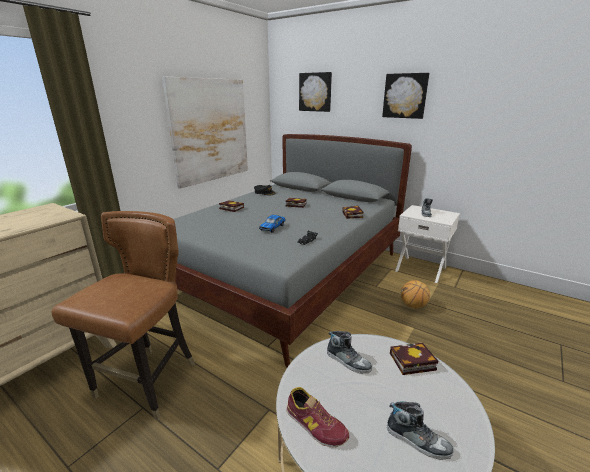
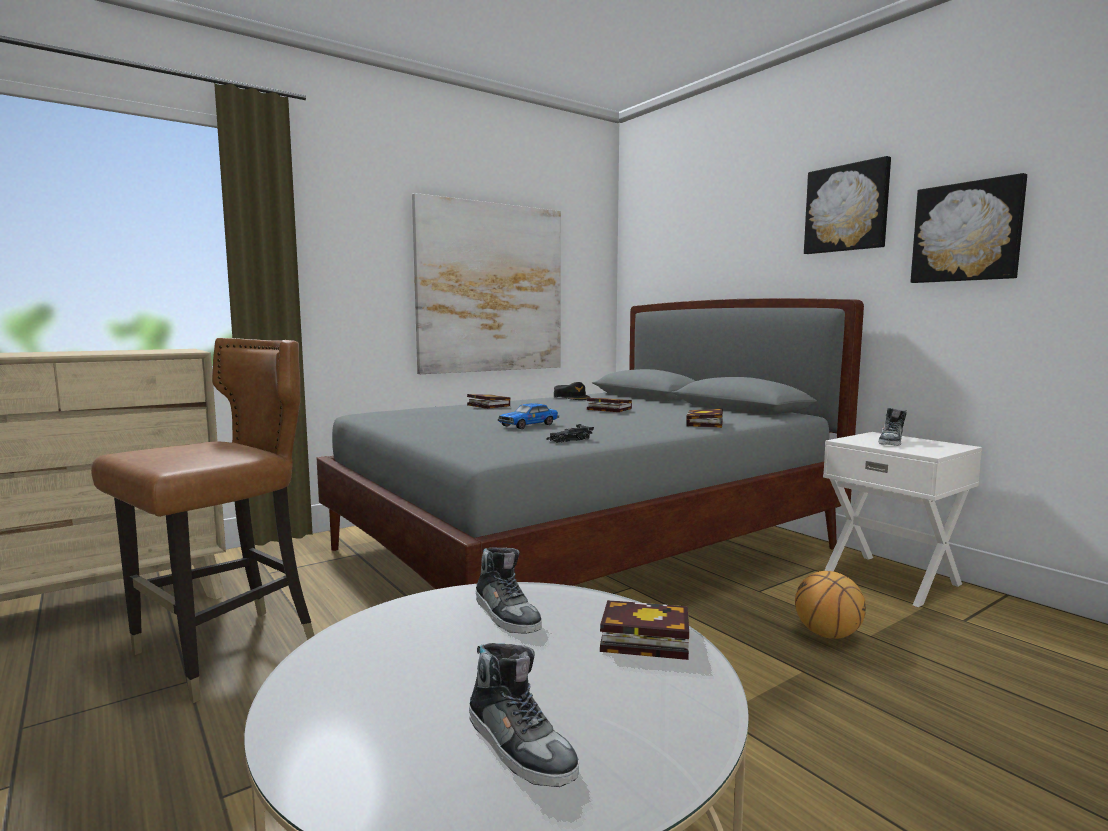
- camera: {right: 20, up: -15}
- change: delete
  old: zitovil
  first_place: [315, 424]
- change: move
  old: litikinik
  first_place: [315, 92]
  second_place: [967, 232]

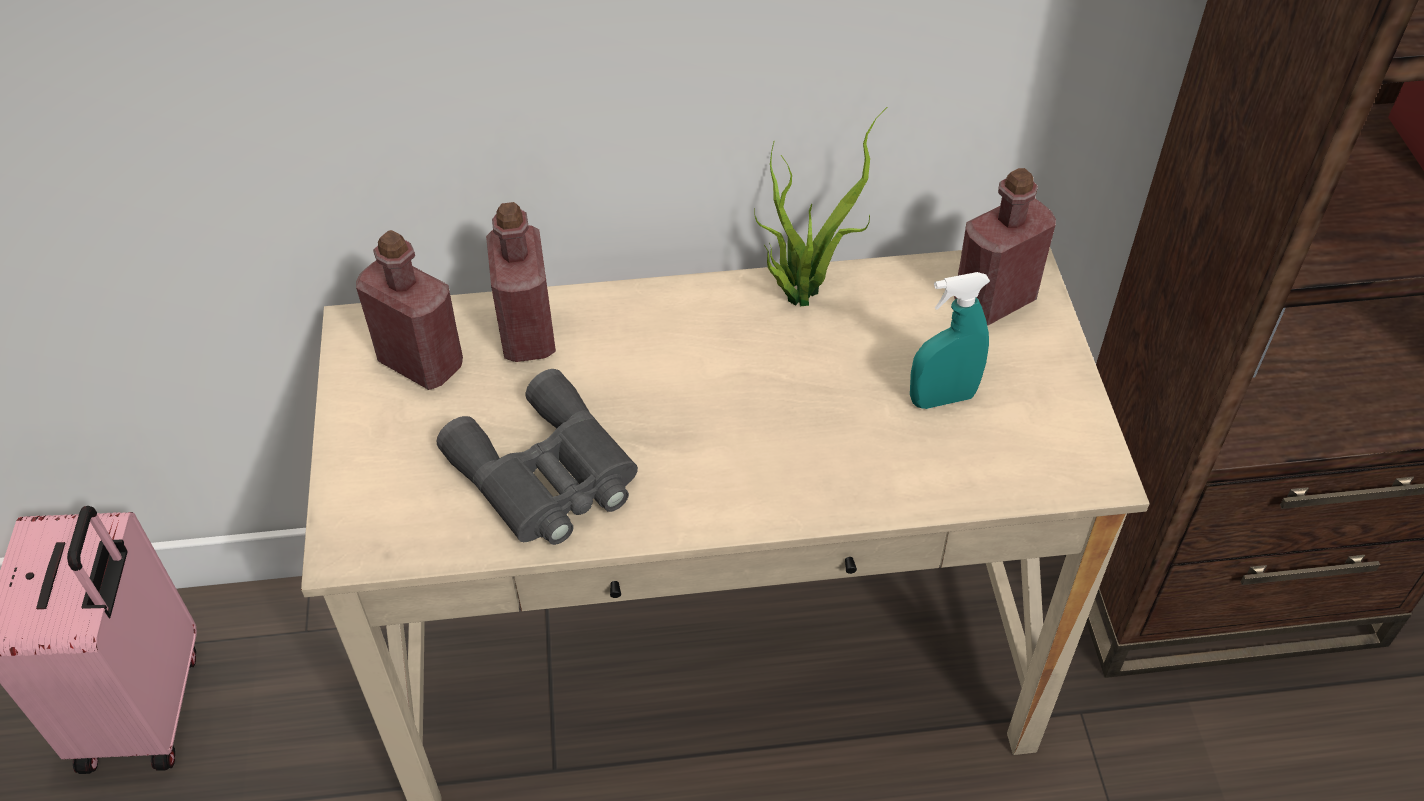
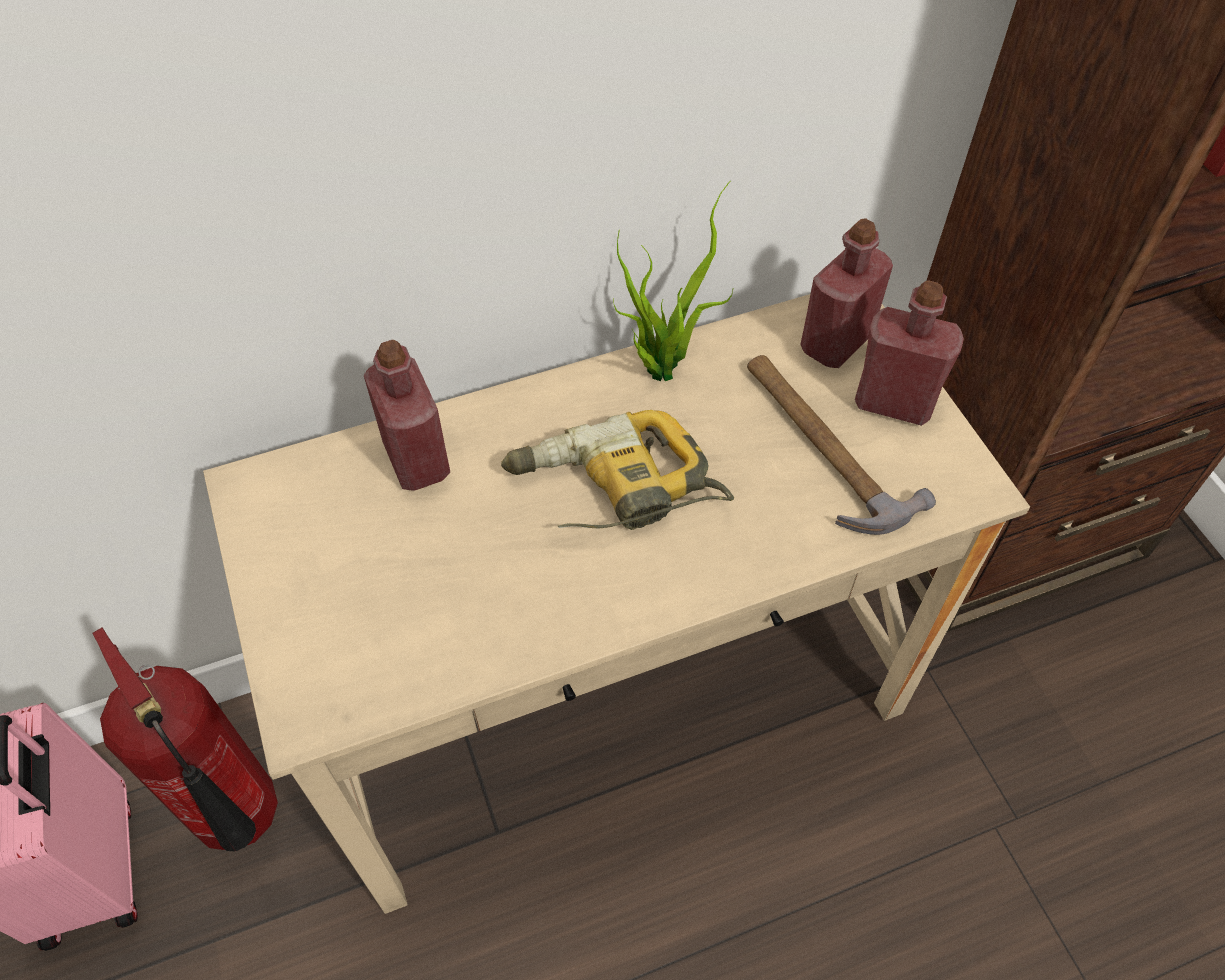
- camera: {right: -15, up: 5}
- change: move
  old: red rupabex
  first_place: [421, 363]
  second_place: [893, 403]
- change: delete
  old: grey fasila
  first_place: [547, 476]
- change: replace
  old: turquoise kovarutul
  new: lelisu
  first_place: [942, 398]
  second_place: [820, 445]
- change: insert
  new: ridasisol
  second_place: [247, 823]
- change: insert
  new: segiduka
  second_place: [614, 490]

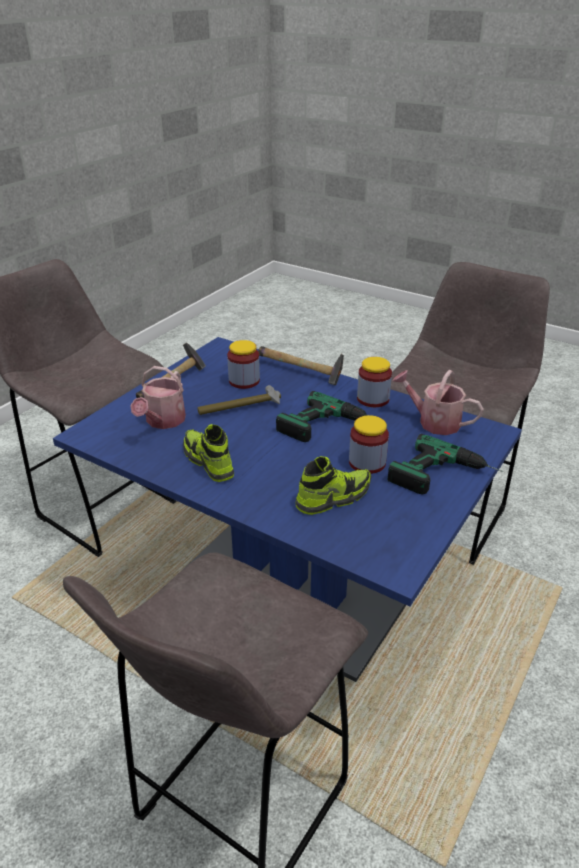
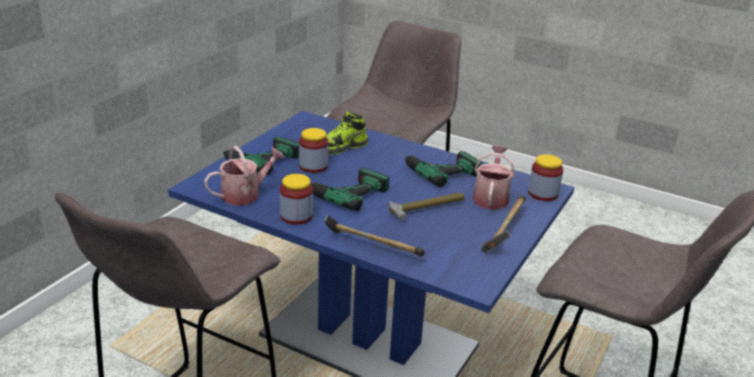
- camera: {right: 175, up: -5}
- change: replace
  old: zitovil
  new: segiduka
  first_place: [208, 462]
  second_place: [437, 168]
- change: move
  old: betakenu
  first_place: [244, 381]
  second_place: [543, 194]
- change: rotate
  old: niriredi
  first_place: [433, 422]
  second_place: [245, 194]
  degrees: -60

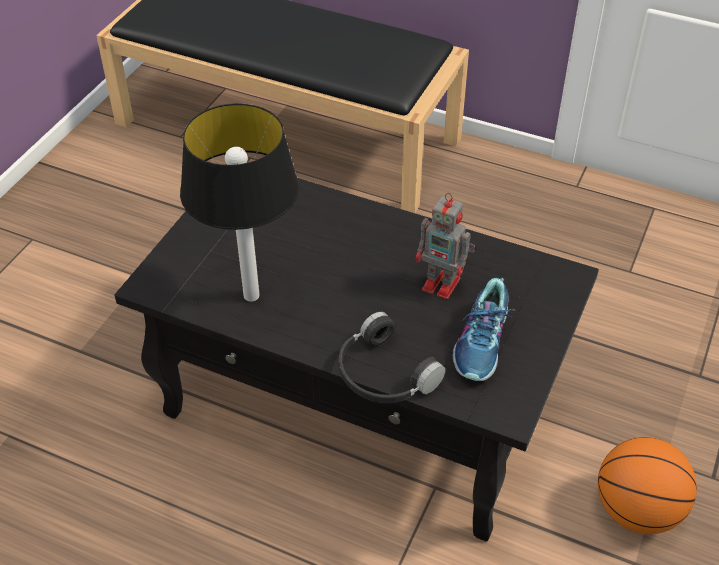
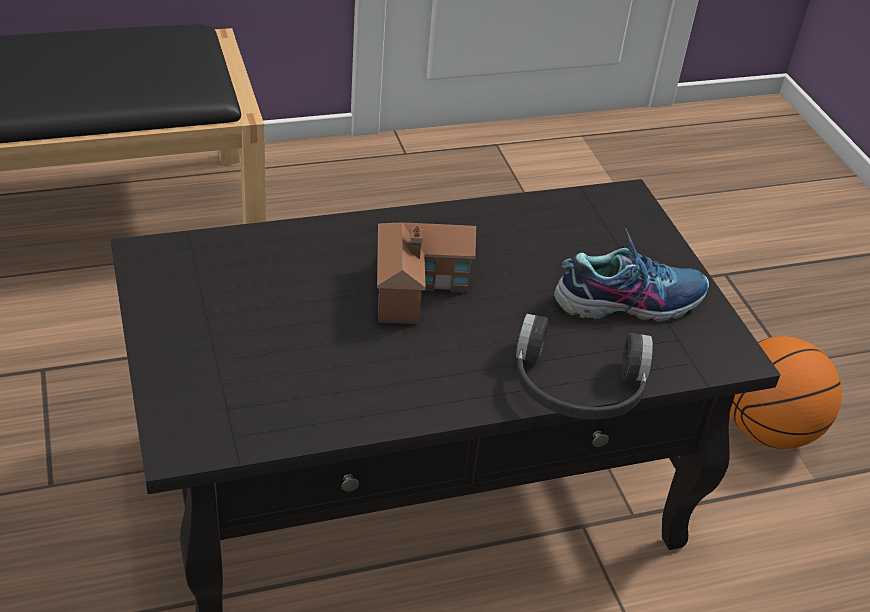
- camera: {right: -45, up: -5}
- change: delete
  old: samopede
  first_place: [250, 296]
- change: delete
  old: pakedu
  first_place: [443, 284]
- change: rotate
  old: zitovil
  first_place: [483, 342]
  second_place: [629, 300]
  degrees: -75
- change: insert
  new: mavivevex
  second_place: [420, 282]

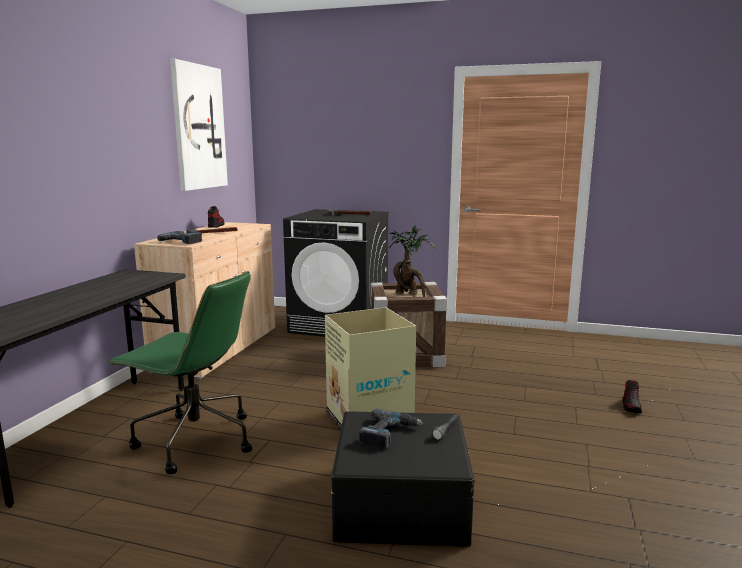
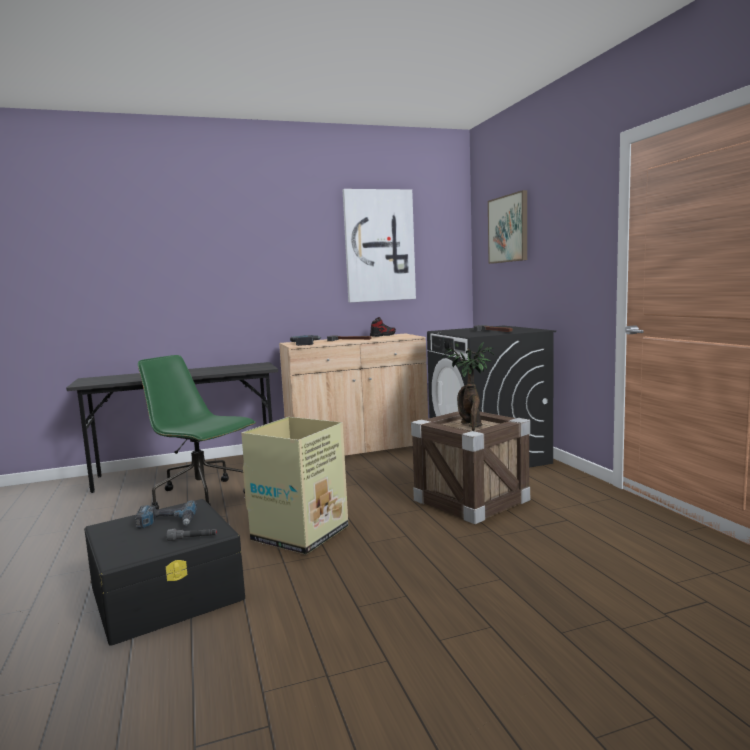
- camera: {right: 55, up: -5}
- change: rotate
  old: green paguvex
  first_place: [194, 441]
  second_place: [203, 497]
  degrees: 135
- change: delete
  old: zitovil
  first_place: [631, 406]
- change: insert
  new: litikinik
  second_place: [508, 229]

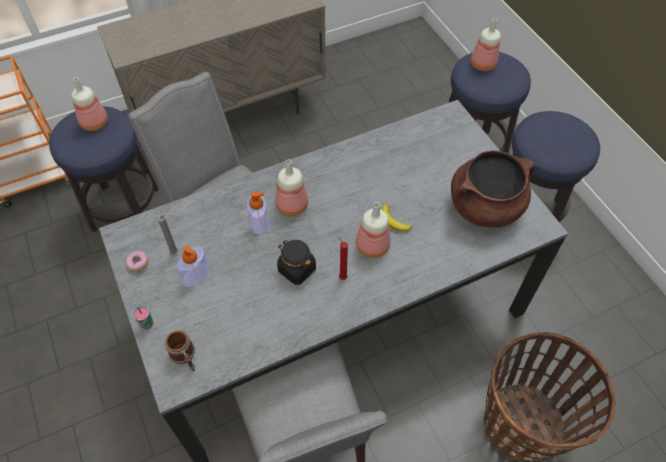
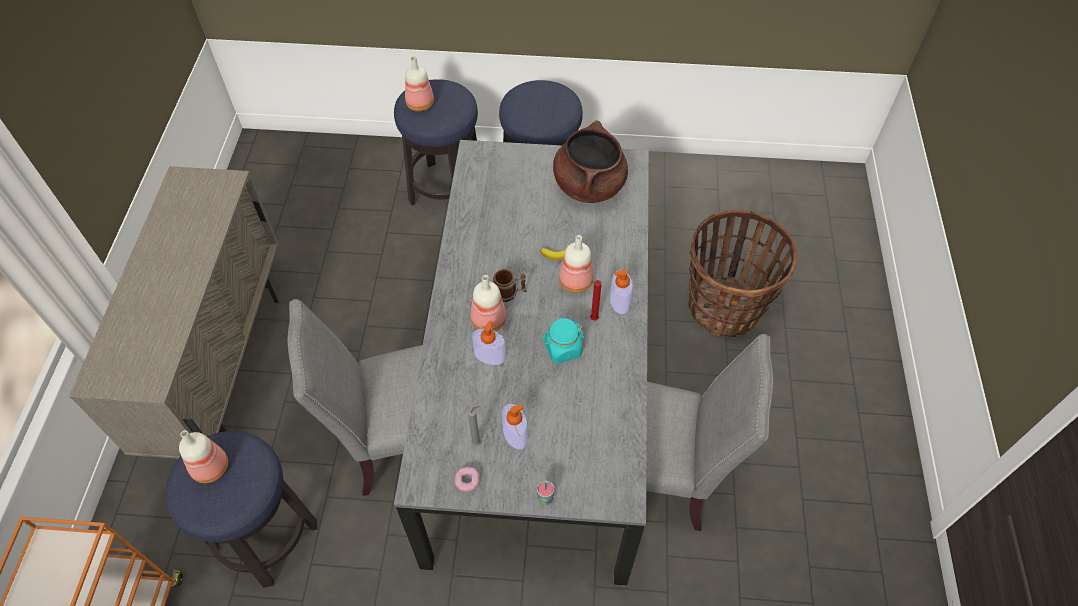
- camera: {right: -60, up: 0}
- change: move
  old: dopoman
  first_place: [185, 357]
  second_place: [509, 293]
- change: recolor
  old: black betakenu
  new: turquoise betakenu
  first_place: [296, 269]
  second_place: [562, 349]
- change: insert
  new: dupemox
  second_place: [619, 301]

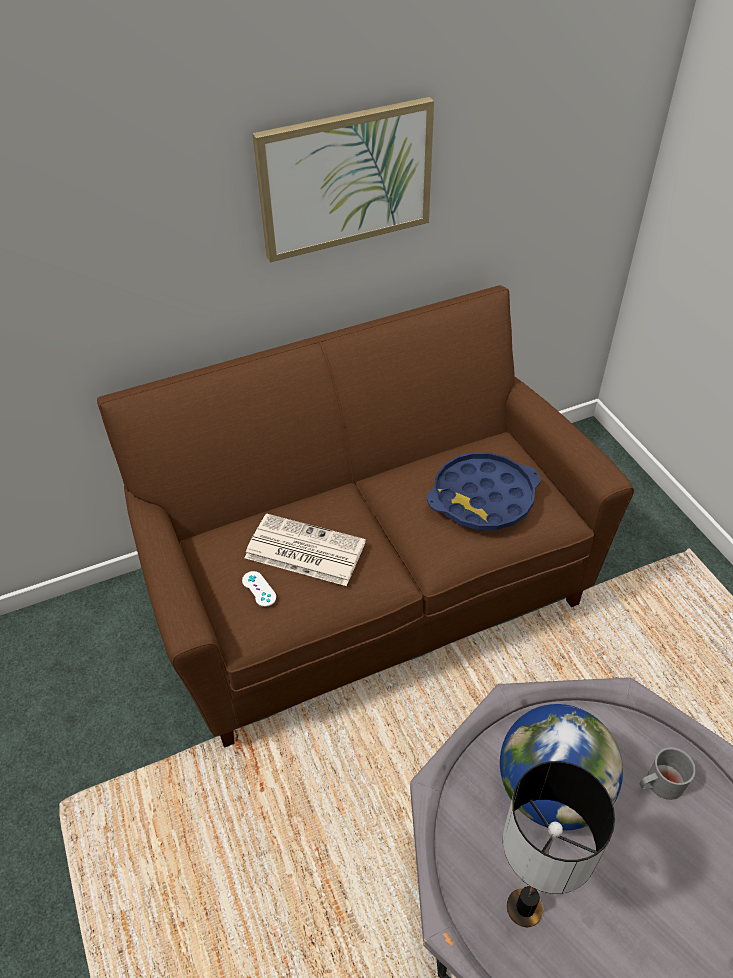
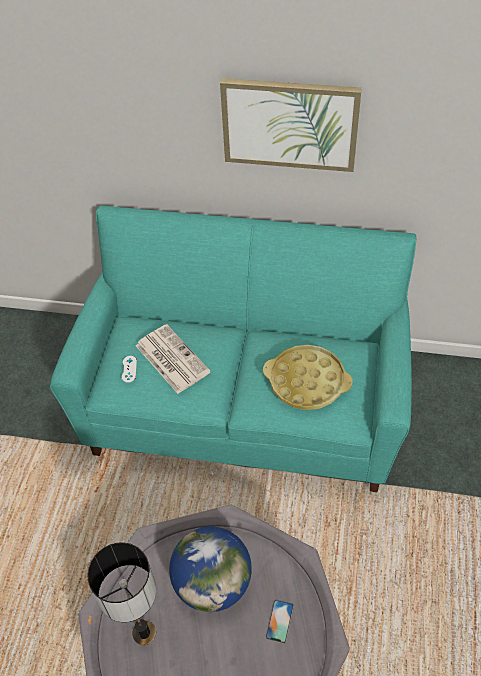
- camera: {right: 35, up: 5}
- change: recolor
  old: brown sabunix
  new: turquoise sabunix
  first_place: [368, 591]
  second_place: [245, 406]
- change: recolor
  old: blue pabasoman
  new: yellow pabasoman
  first_place: [483, 498]
  second_place: [307, 382]
- change: replace
  old: grey dopoman
  new: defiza
  first_place: [659, 784]
  second_place: [279, 621]

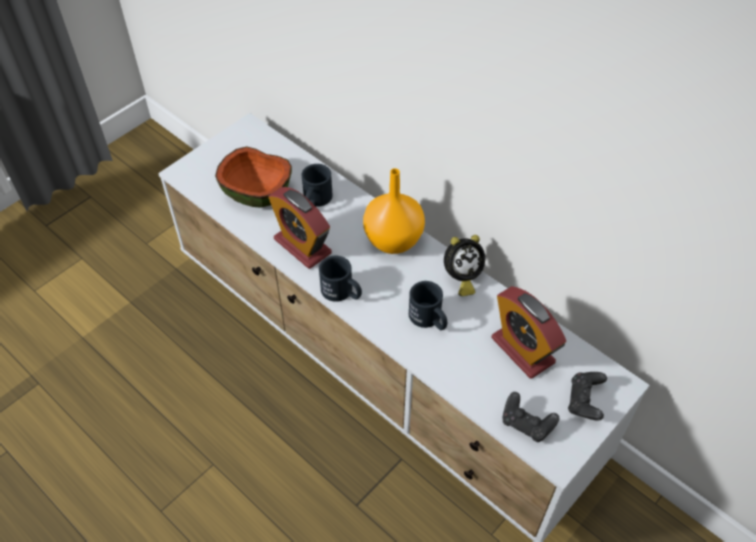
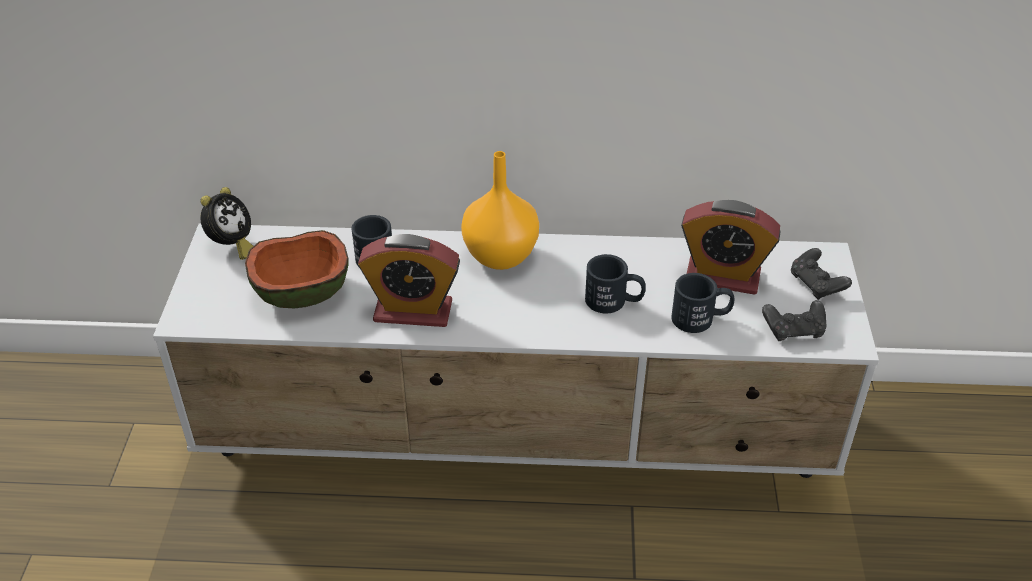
- camera: {right: -40, up: -10}
- change: move
  old: black dopoman
  first_place: [342, 292]
  second_place: [701, 318]
- change: move
  old: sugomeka
  first_place: [461, 278]
  second_place: [232, 246]

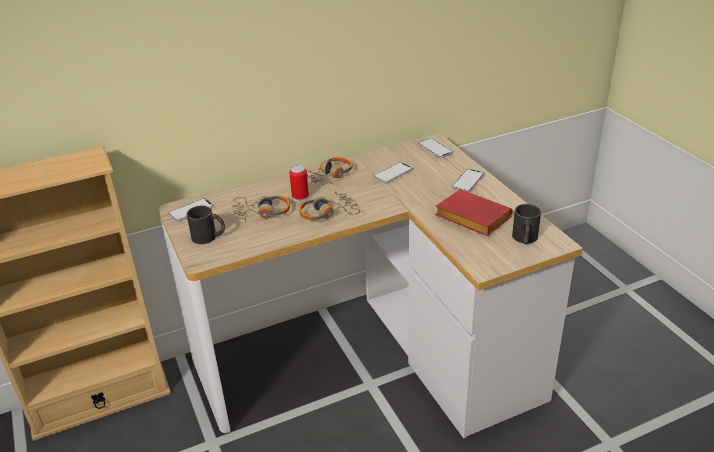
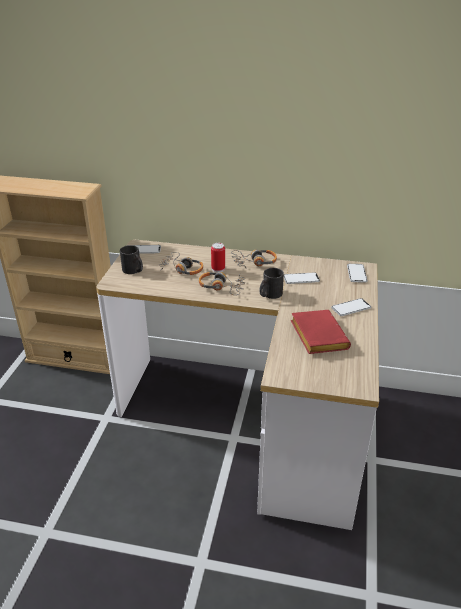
- camera: {right: 35, up: 0}
- change: move
  old: black dopoman
  first_place: [525, 239]
  second_place: [269, 294]

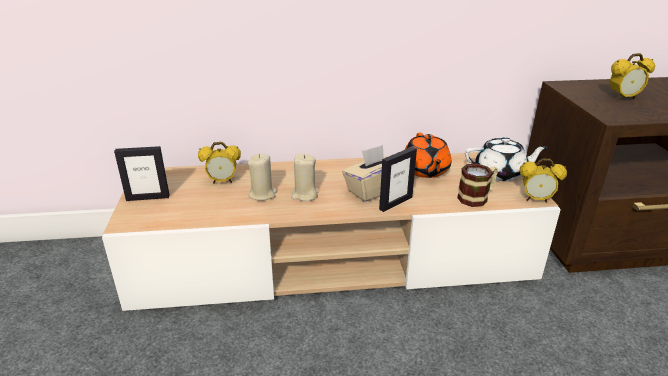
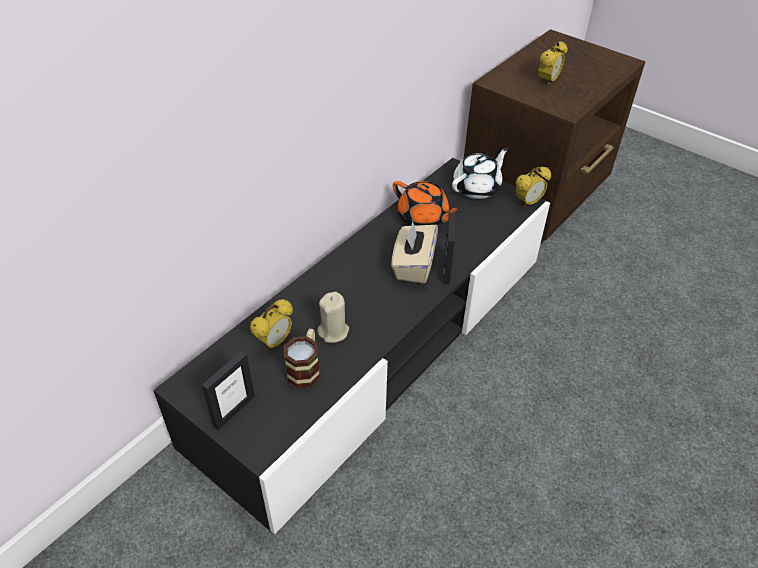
- camera: {right: -45, up: 15}
- change: recolor
  old: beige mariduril
  new: black mariduril
  first_place: [333, 259]
  second_place: [377, 347]
- change: delete
  old: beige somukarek
  first_place: [304, 195]
- change: move
  old: dopoman
  first_place: [477, 197]
  second_place: [305, 368]

